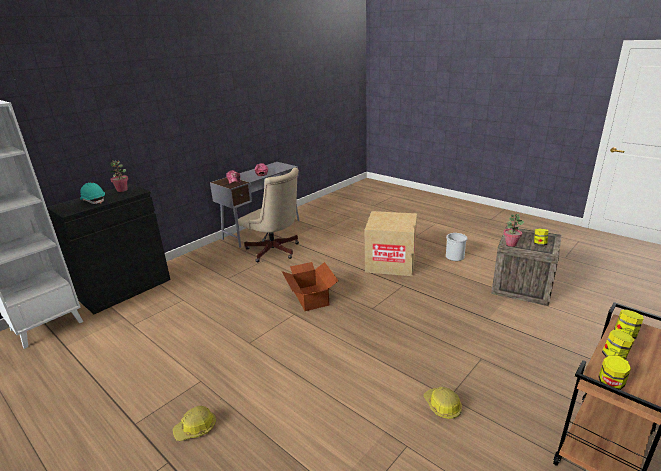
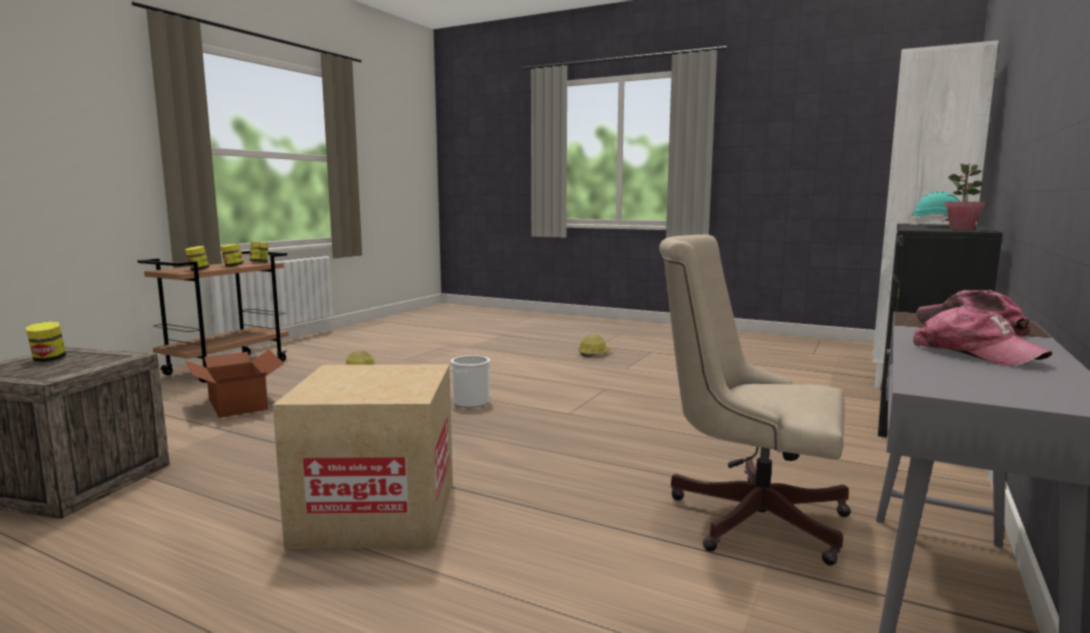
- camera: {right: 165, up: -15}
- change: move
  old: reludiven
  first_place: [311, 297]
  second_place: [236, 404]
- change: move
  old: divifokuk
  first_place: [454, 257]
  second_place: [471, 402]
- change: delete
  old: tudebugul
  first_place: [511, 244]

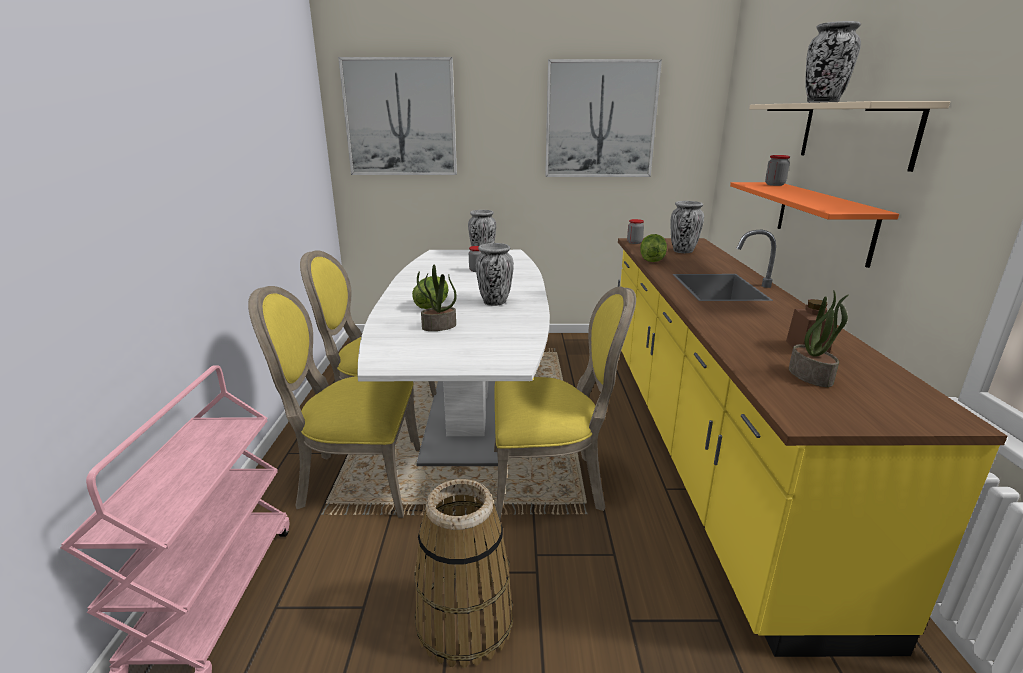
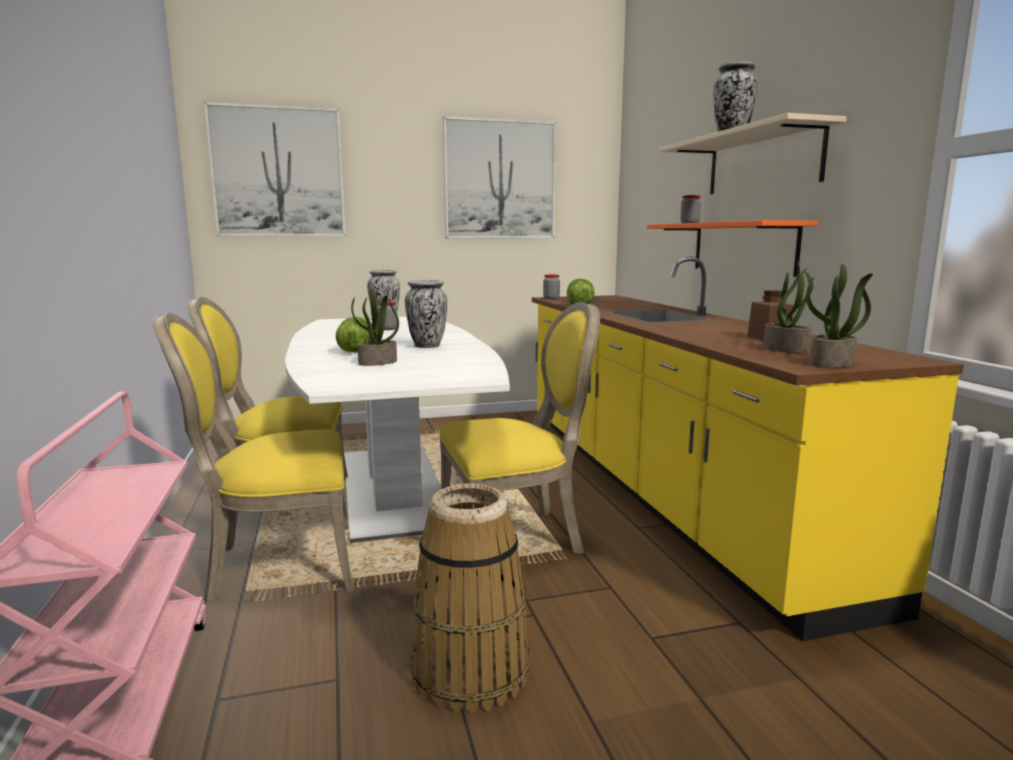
- camera: {right: -15, up: -10}
- change: delete
  old: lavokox
  first_place: [683, 251]
- change: insert
  new: tudebugul
  second_place: [832, 363]

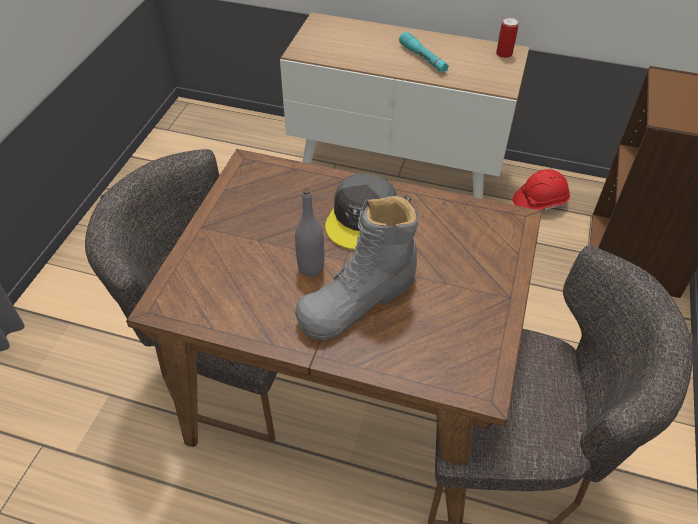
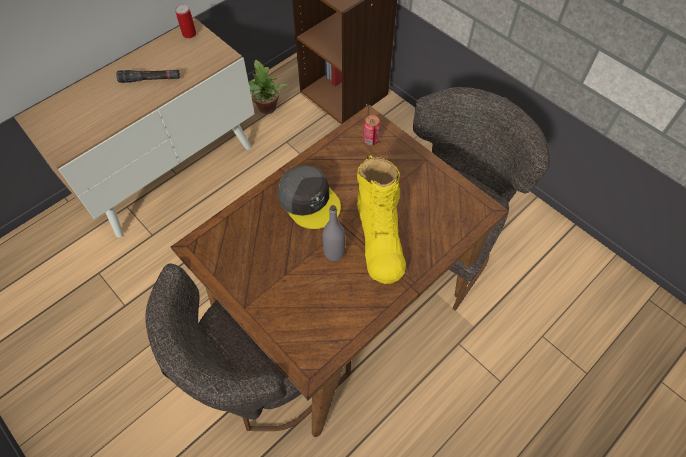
- camera: {right: -60, up: 10}
- change: recolor
  old: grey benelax
  new: yellow benelax
  first_place: [358, 299]
  second_place: [379, 238]
- change: recolor
  old: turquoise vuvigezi
  new: black vuvigezi
  first_place: [423, 58]
  second_place: [150, 79]
- change: replace
  old: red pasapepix
  new: tudebugul
  first_place: [539, 202]
  second_place: [267, 110]
- change: insert
  new: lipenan
  second_place: [371, 140]

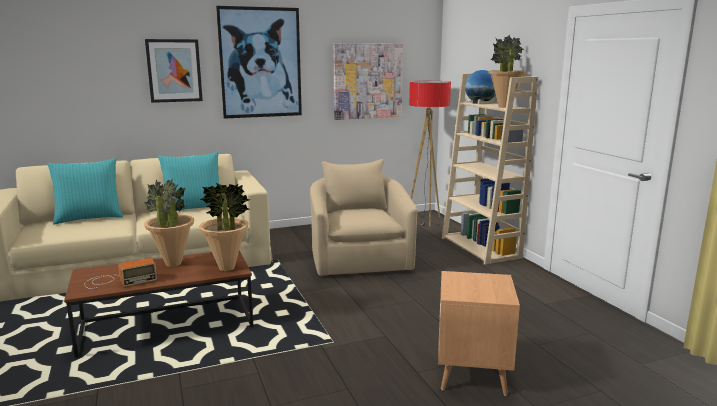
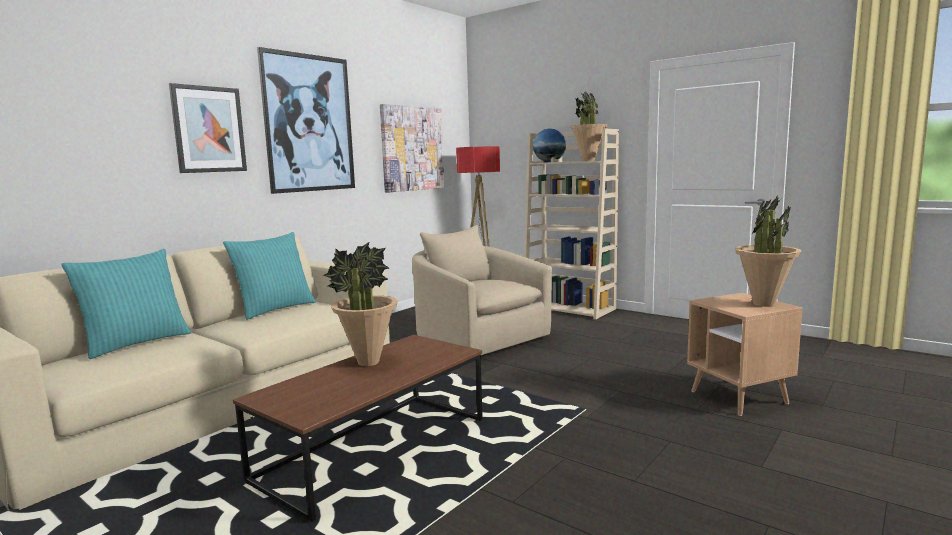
- camera: {right: -30, up: -5}
- change: delete
  old: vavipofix
  first_place: [118, 281]
- change: move
  old: tudebugul
  first_place: [227, 268]
  second_place: [763, 304]

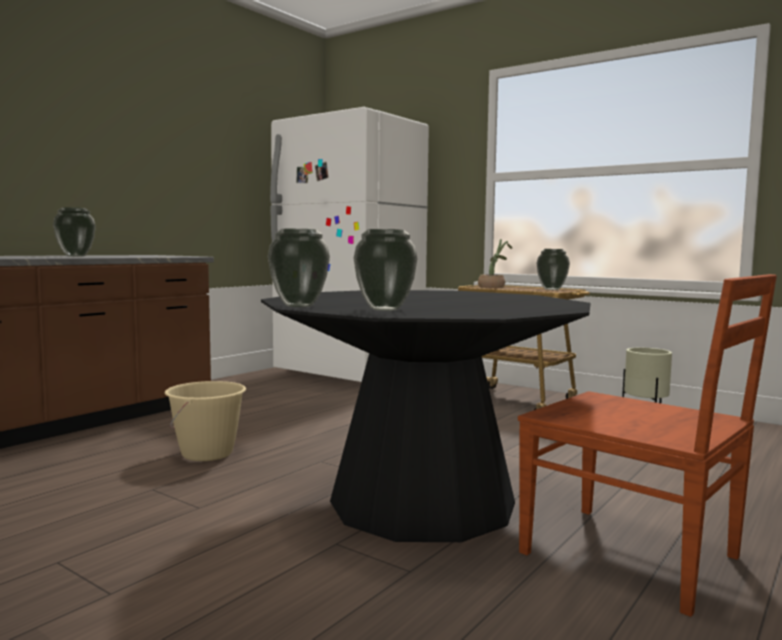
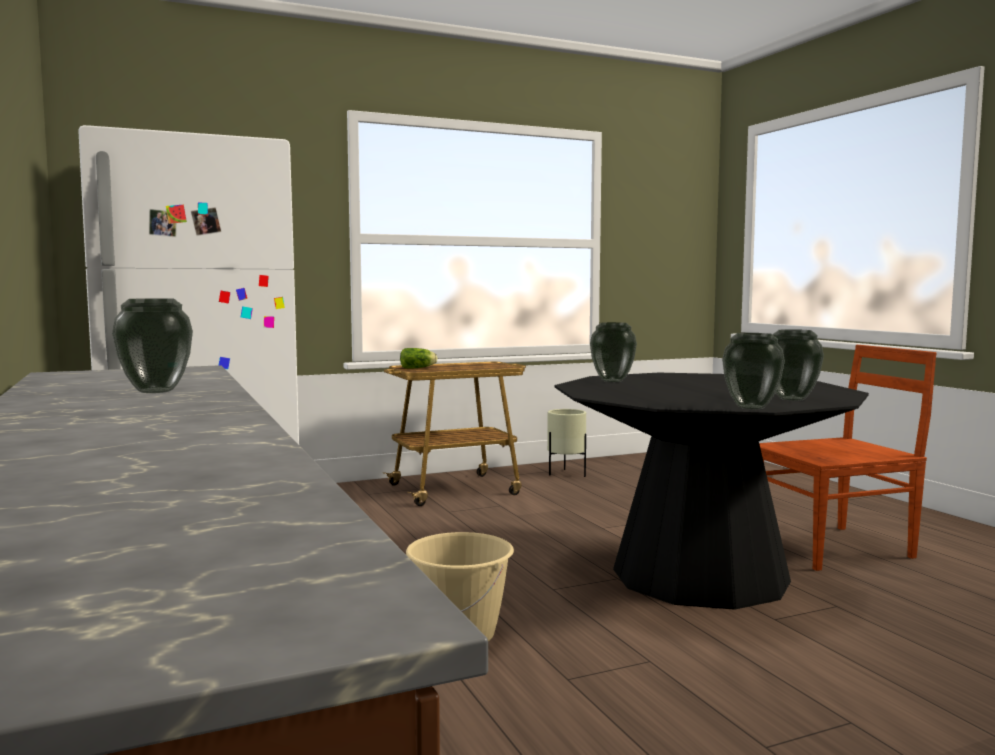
- camera: {right: -60, up: 0}
- change: replace
  old: tudebugul
  new: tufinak
  first_place: [494, 287]
  second_place: [419, 368]
- change: move
  old: lavokox
  first_place: [552, 289]
  second_place: [613, 381]

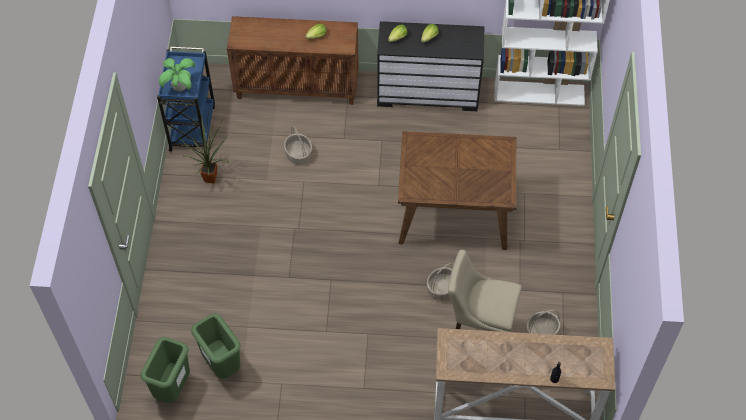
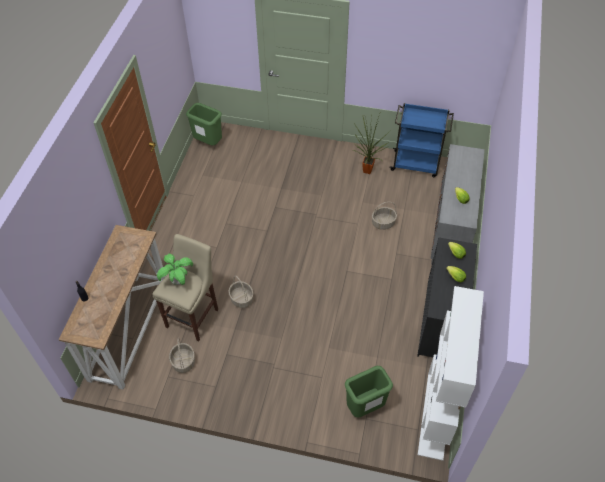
- camera: {right: 100, up: -5}
- change: move
  old: tudebugul
  first_place: [180, 88]
  second_place: [178, 281]
- change: move
  old: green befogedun
  first_place: [222, 364]
  second_place: [365, 407]
- change: recolor
  old: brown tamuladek
  new: grey tamuladek
  first_place: [298, 87]
  second_place: [451, 229]
- change: delete
  old: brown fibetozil
  first_place: [452, 214]

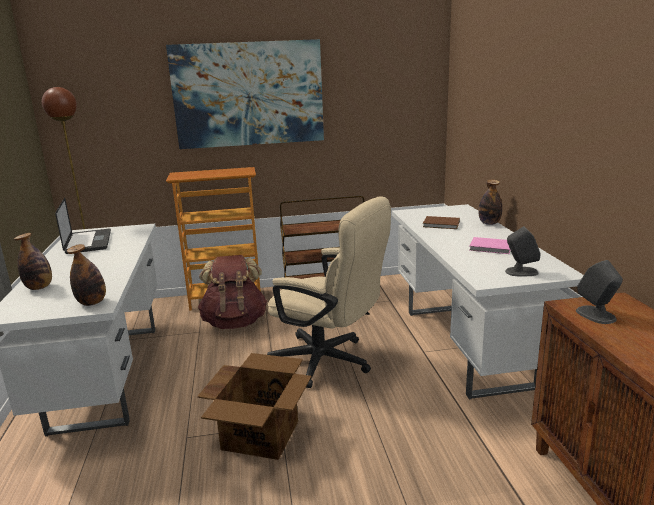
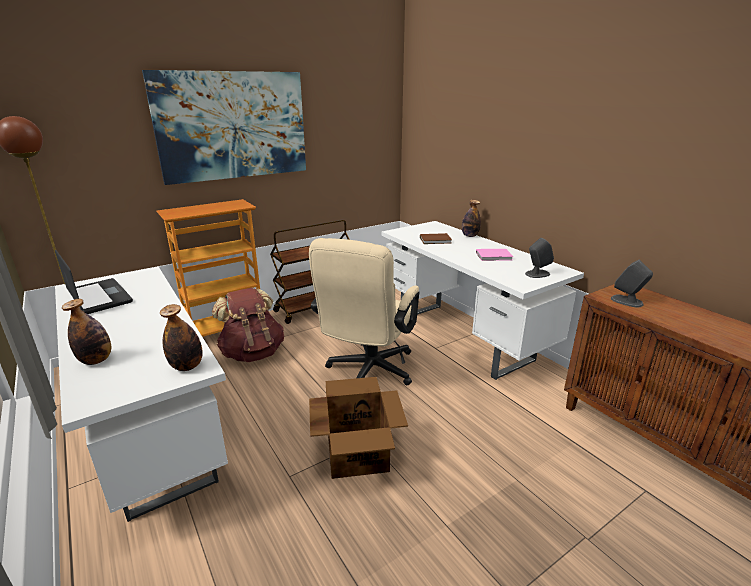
- camera: {right: -25, up: 5}
- change: rotate
  old: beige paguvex
  first_place: [329, 362]
  second_place: [368, 373]
  degrees: 105

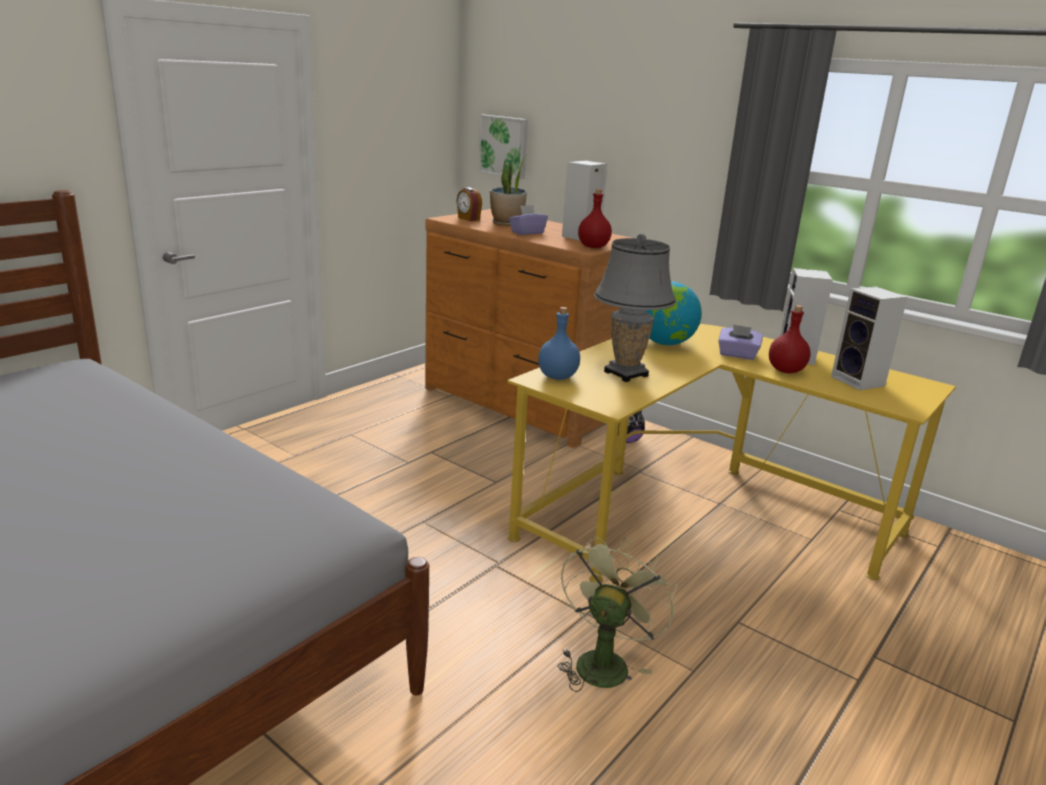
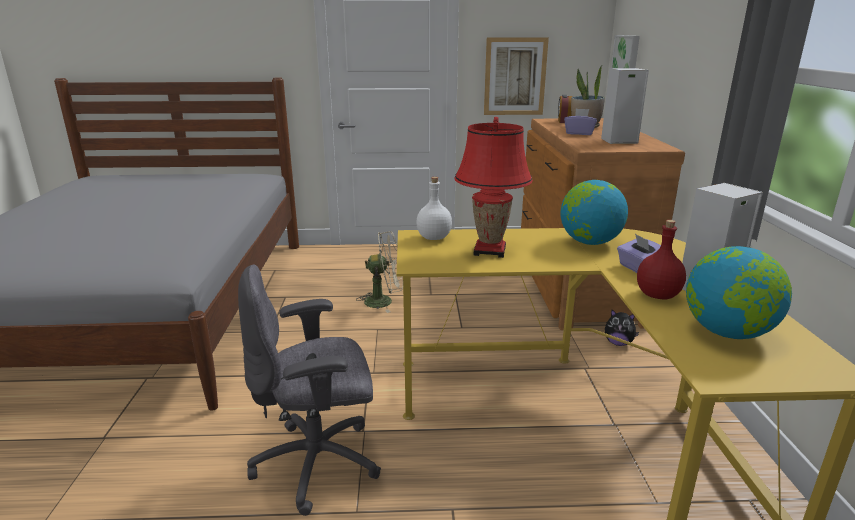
- camera: {right: 50, up: 0}
- change: recolor
  old: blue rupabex
  new: white rupabex
  first_place: [558, 376]
  second_place: [434, 238]
- change: replace
  old: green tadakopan
  new: grey paguvex
  first_place: [604, 661]
  second_place: [319, 463]
- change: delete
  old: red rupabex
  first_place: [593, 247]
- change: recolor
  old: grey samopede
  new: red samopede
  first_place: [625, 374]
  second_place: [489, 251]
- change: replace
  old: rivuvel
  new: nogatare
  first_place: [860, 382]
  second_place: [727, 333]
- change: insert
  new: beige tadakopan
  second_place: [384, 301]
- change: insert
  new: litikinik
  second_place: [515, 76]

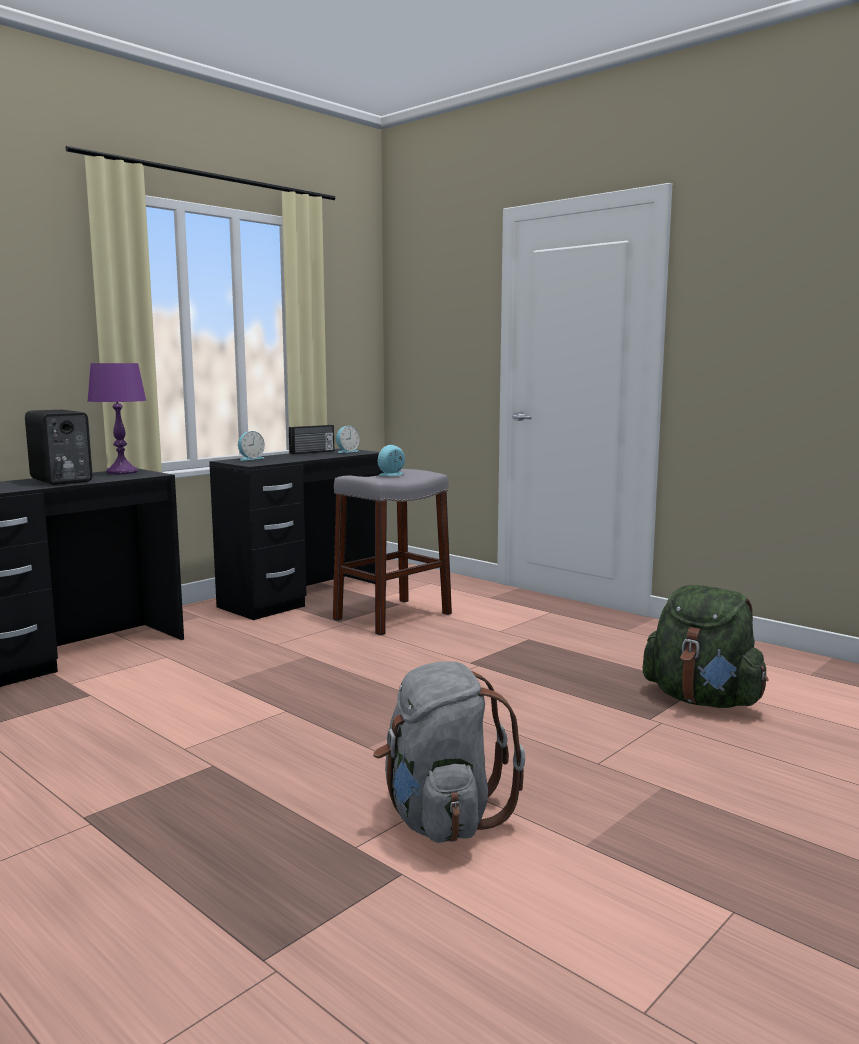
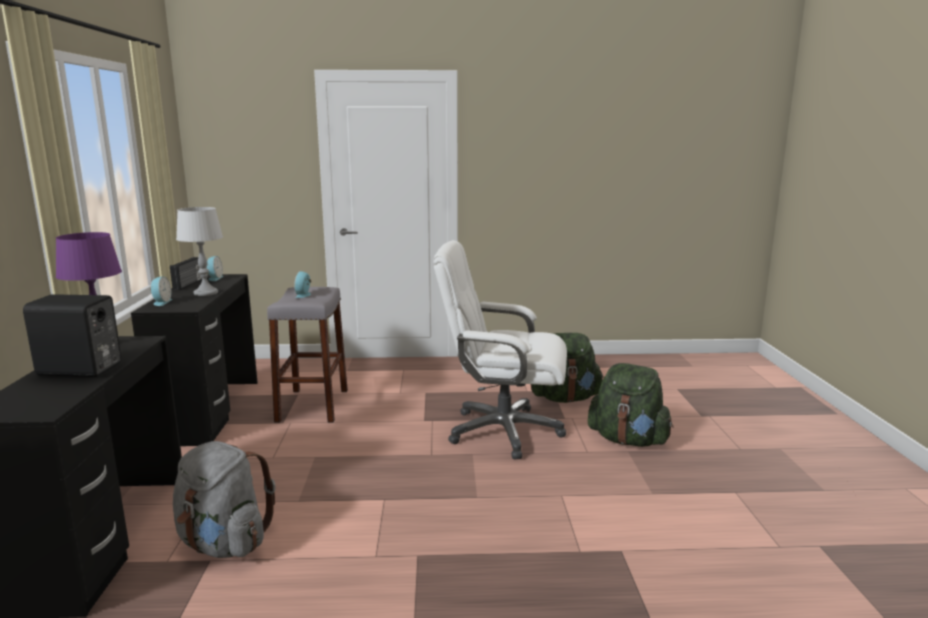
- camera: {right: -45, up: 5}
- change: move
  old: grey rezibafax
  first_place: [441, 818]
  second_place: [224, 544]
- change: insert
  new: grey samopede
  second_place: [206, 293]
- change: insert
  new: white paguvex
  second_place: [502, 431]
- change: insert
  new: green rezibafax
  second_place: [628, 440]

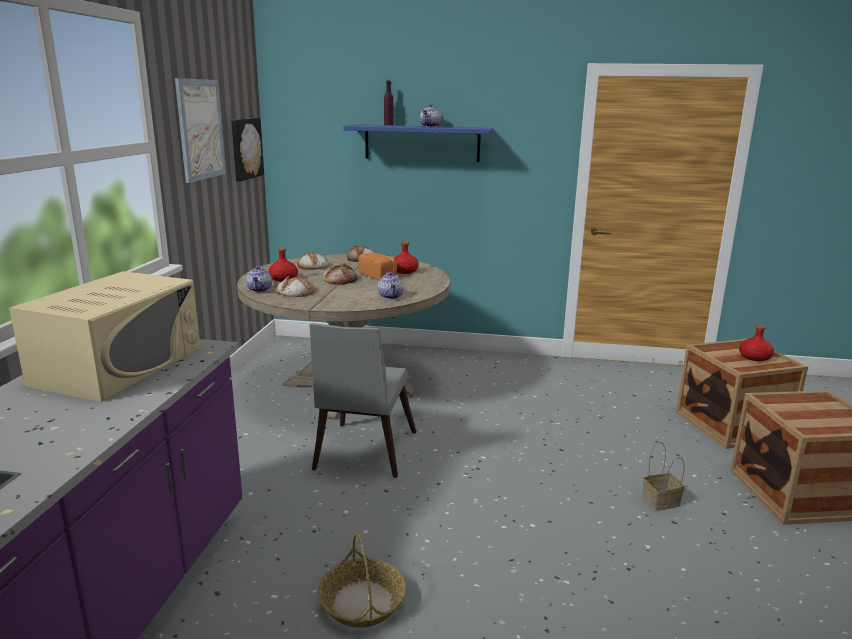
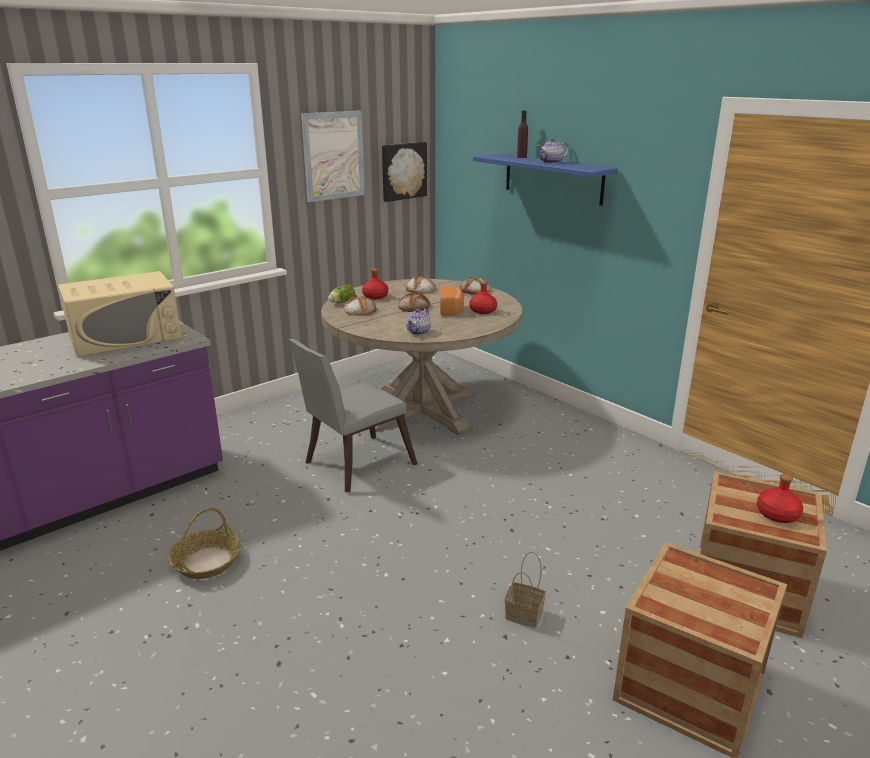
- camera: {right: 40, up: 5}
- change: replace
  old: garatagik
  new: tufinak
  first_place: [260, 289]
  second_place: [341, 302]

